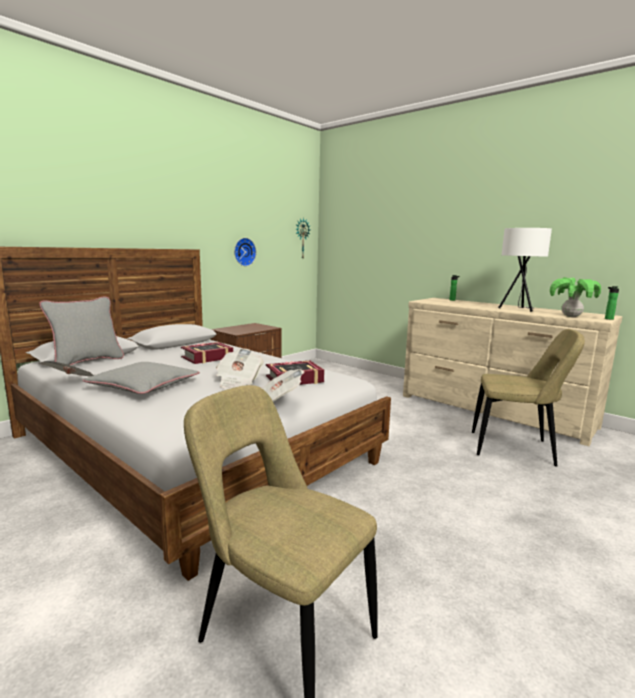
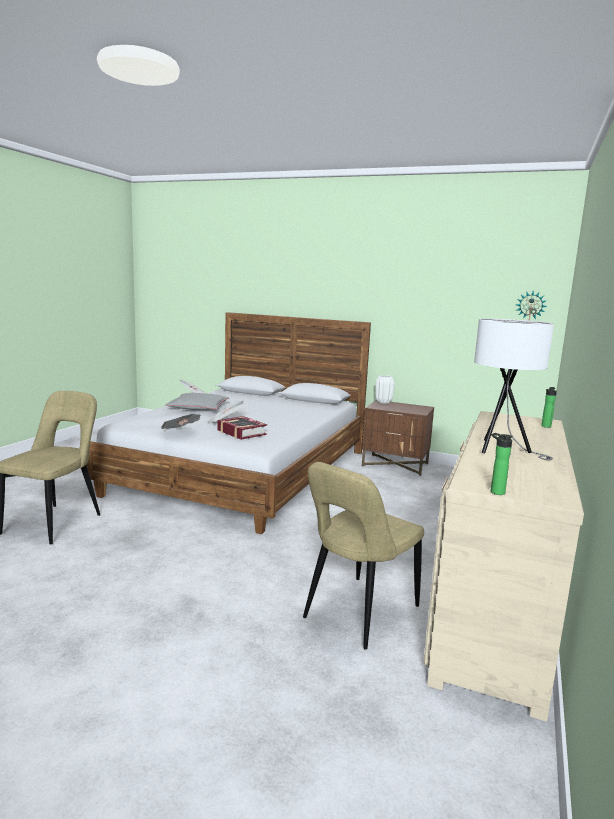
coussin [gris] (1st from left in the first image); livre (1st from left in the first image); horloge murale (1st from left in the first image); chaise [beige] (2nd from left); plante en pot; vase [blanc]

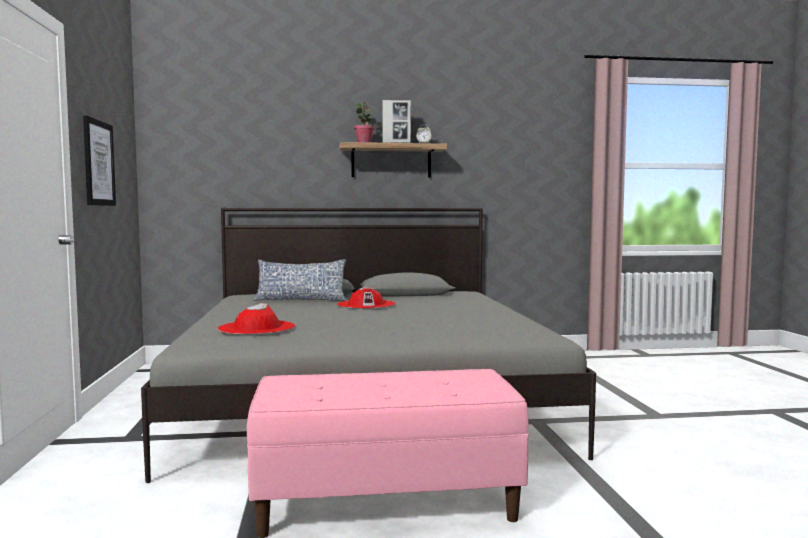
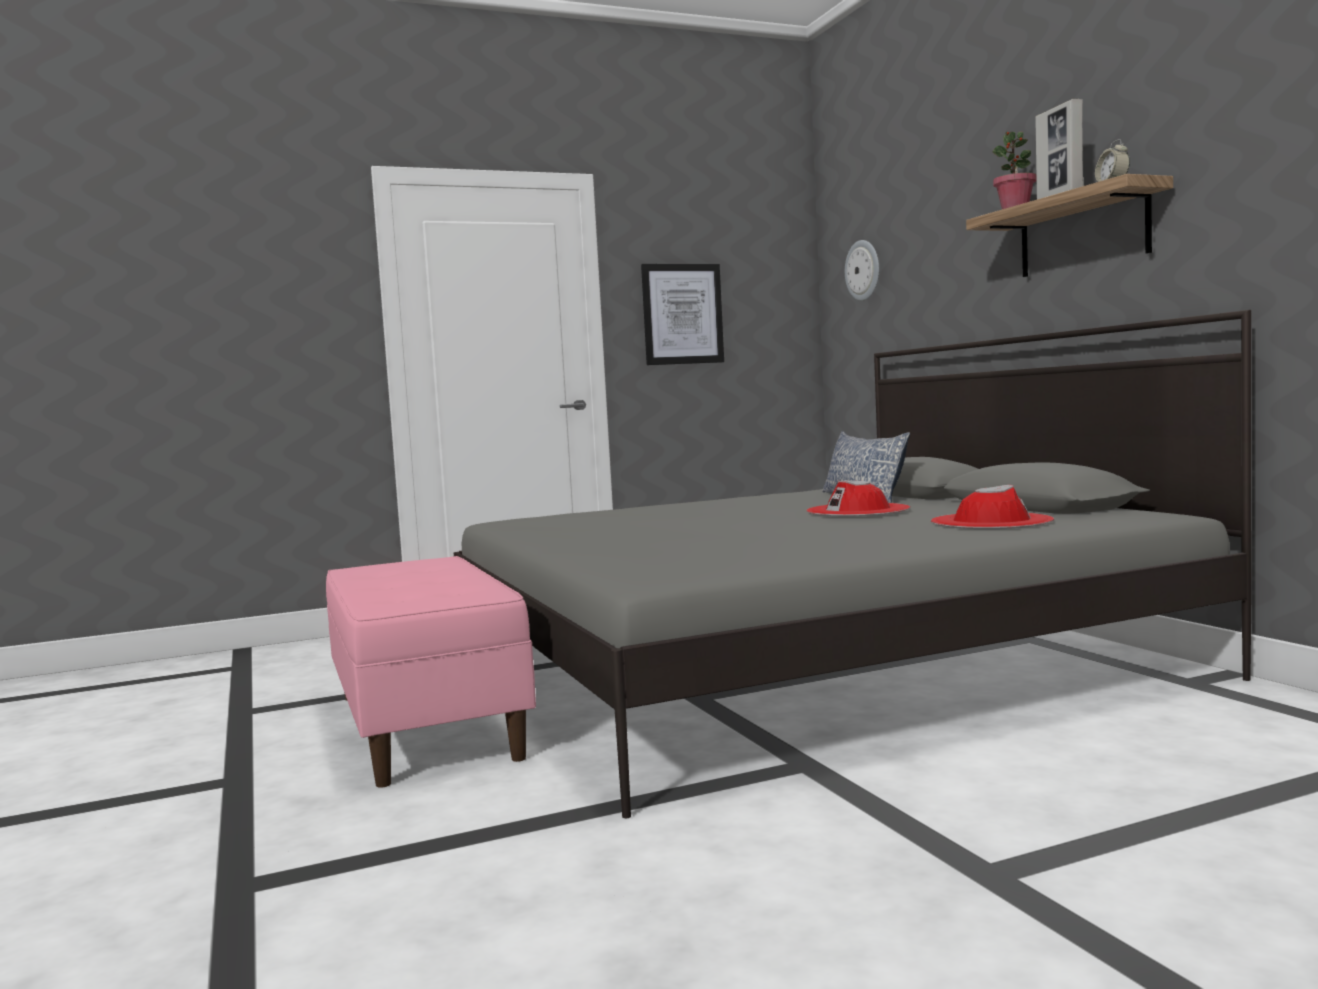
chapeau [rouge] (2nd from left); horloge murale

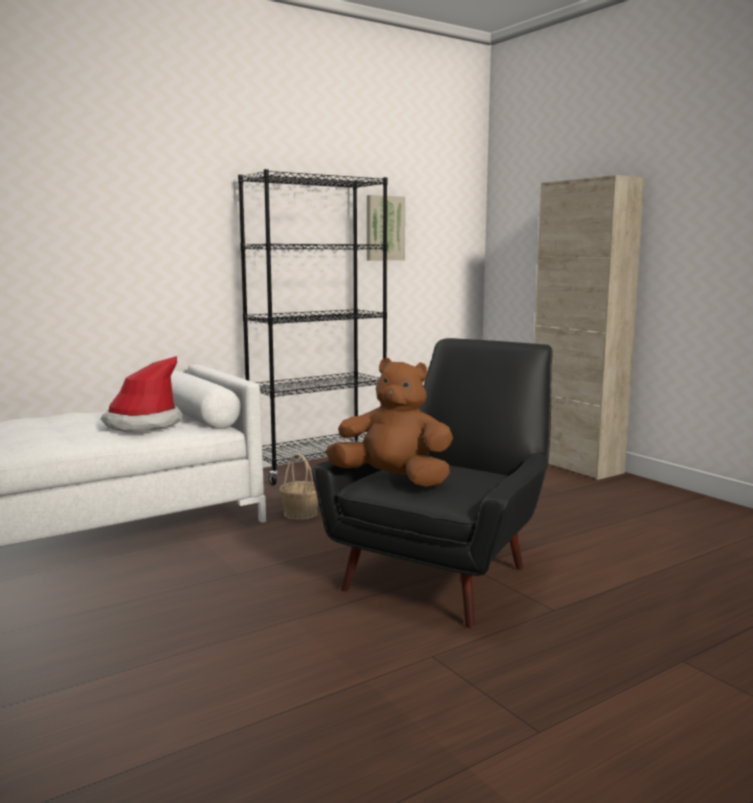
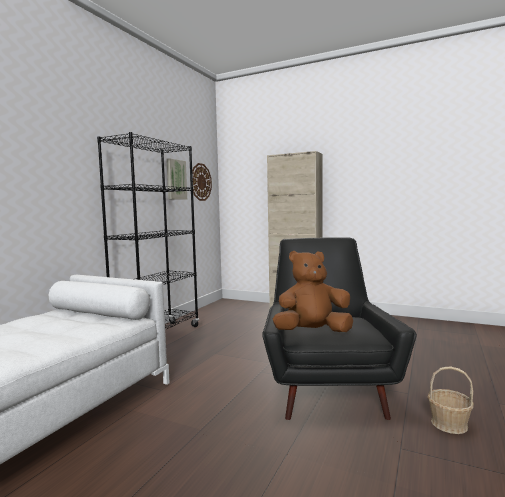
chapeau; panier; horloge murale

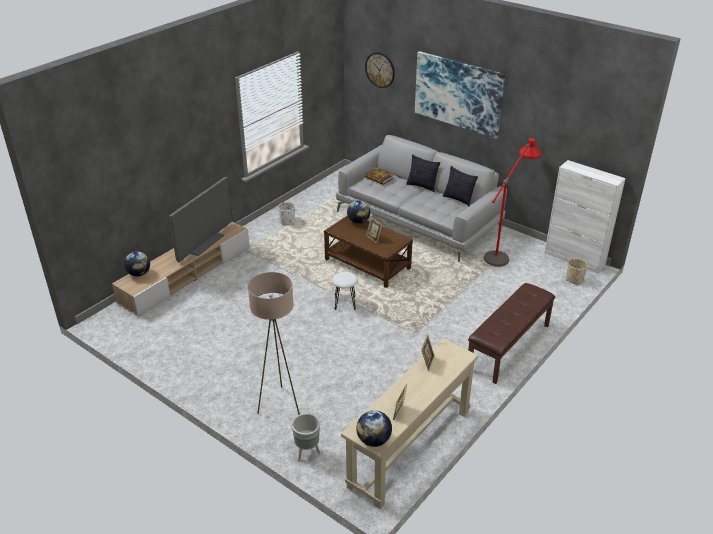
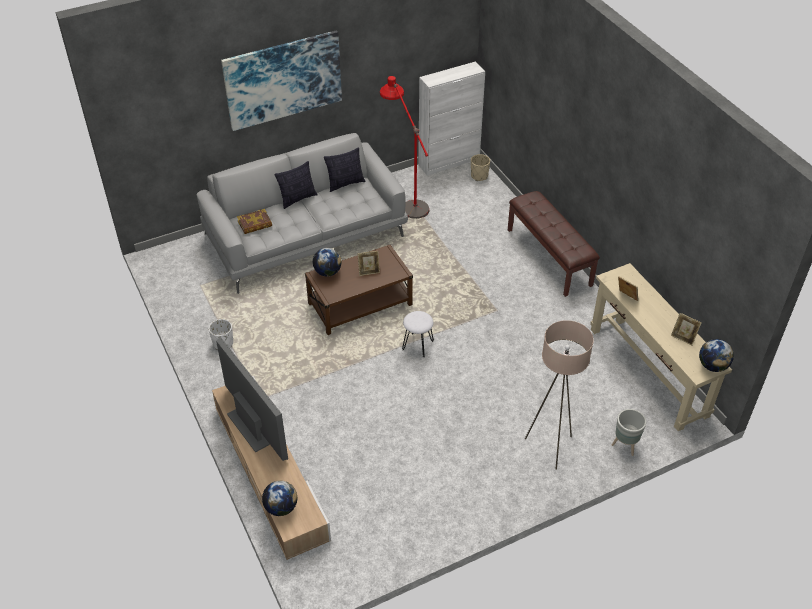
horloge murale

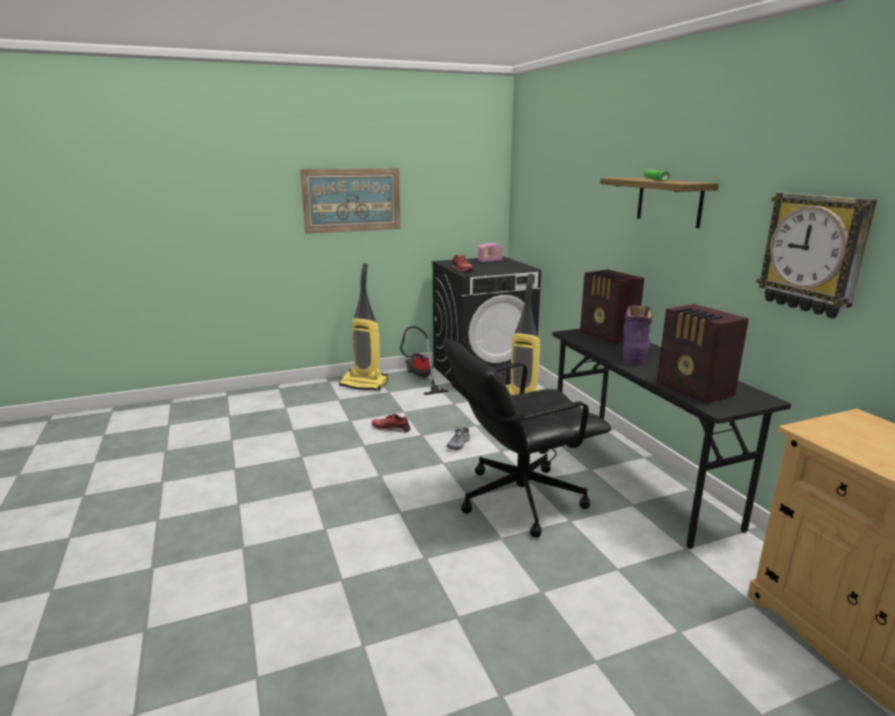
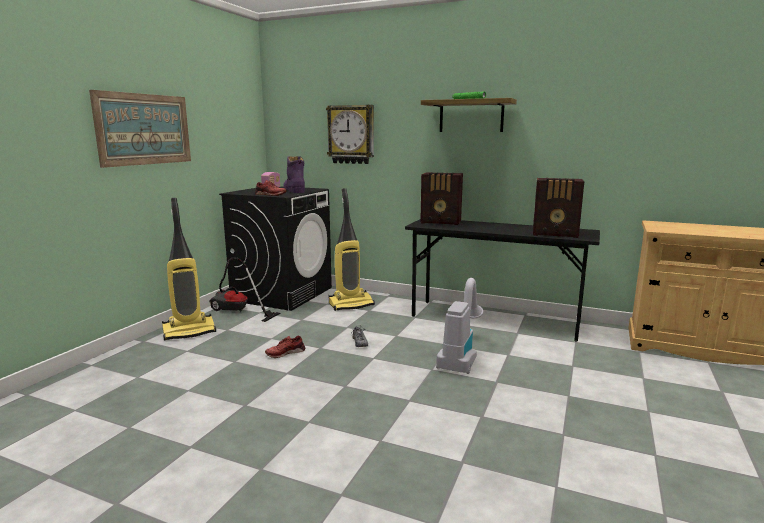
aspirateur (4th from left); botte [violet]; horloge murale

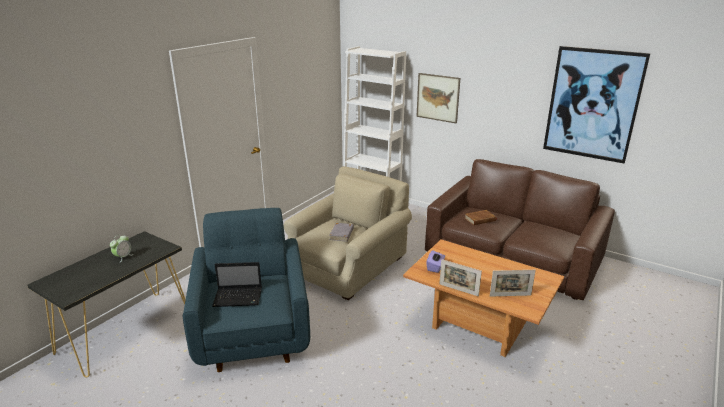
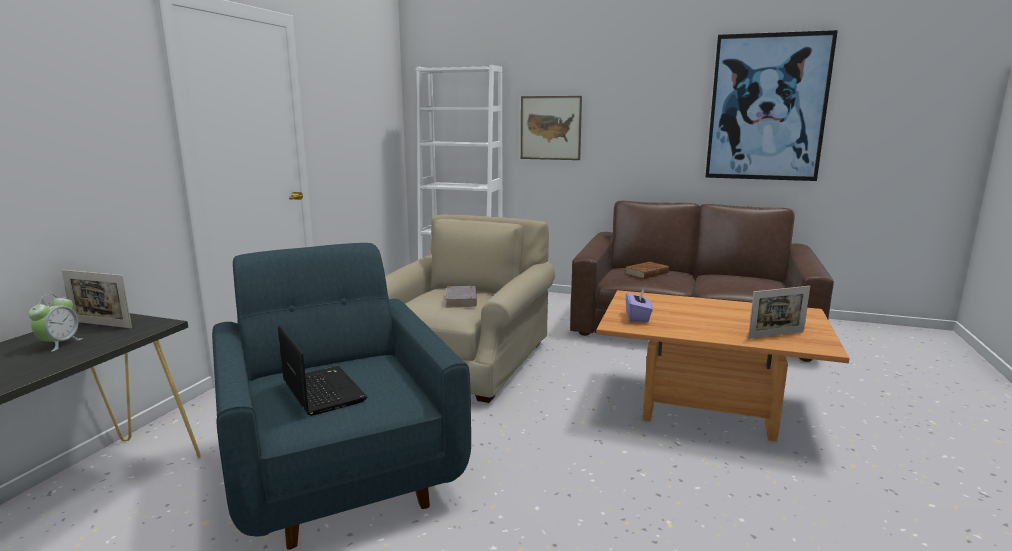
ordinateur portable; cadre photo (1st from left)

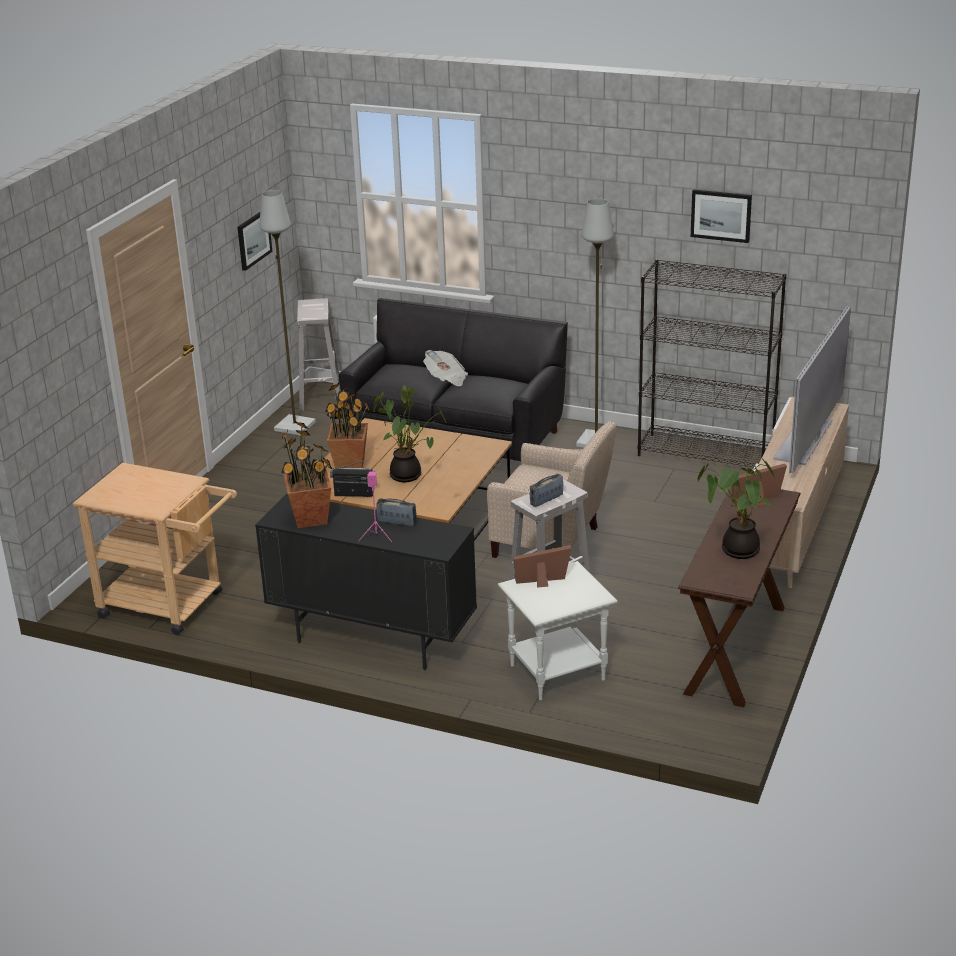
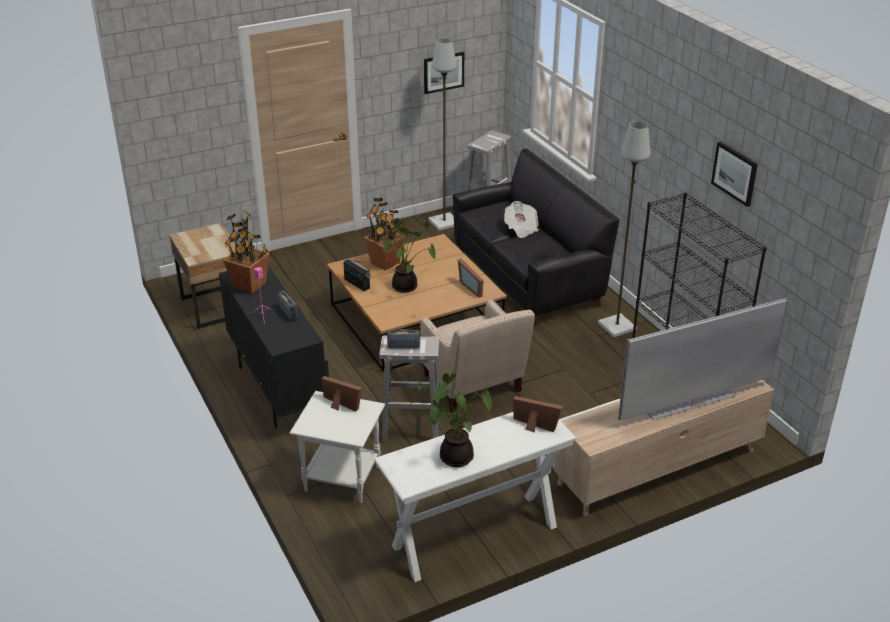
table de chevet [beige]; table console [blanc]; cadre photo (2nd from left)

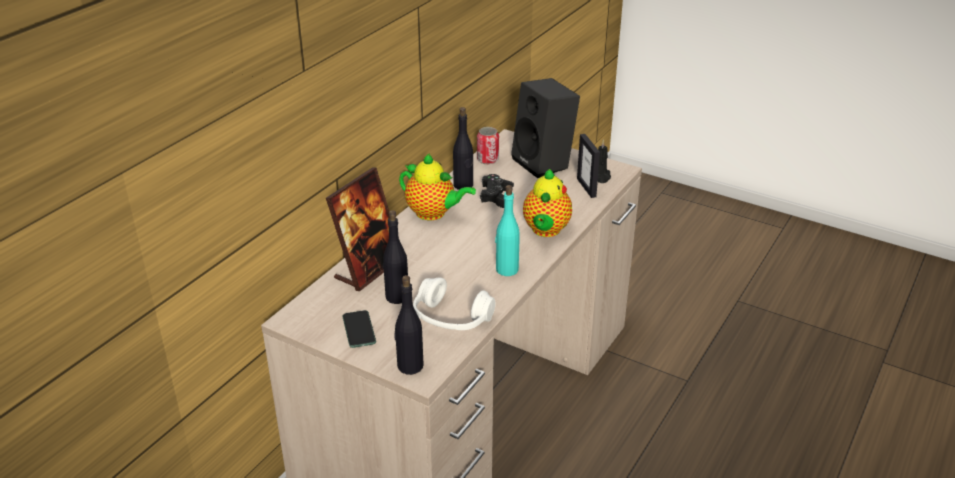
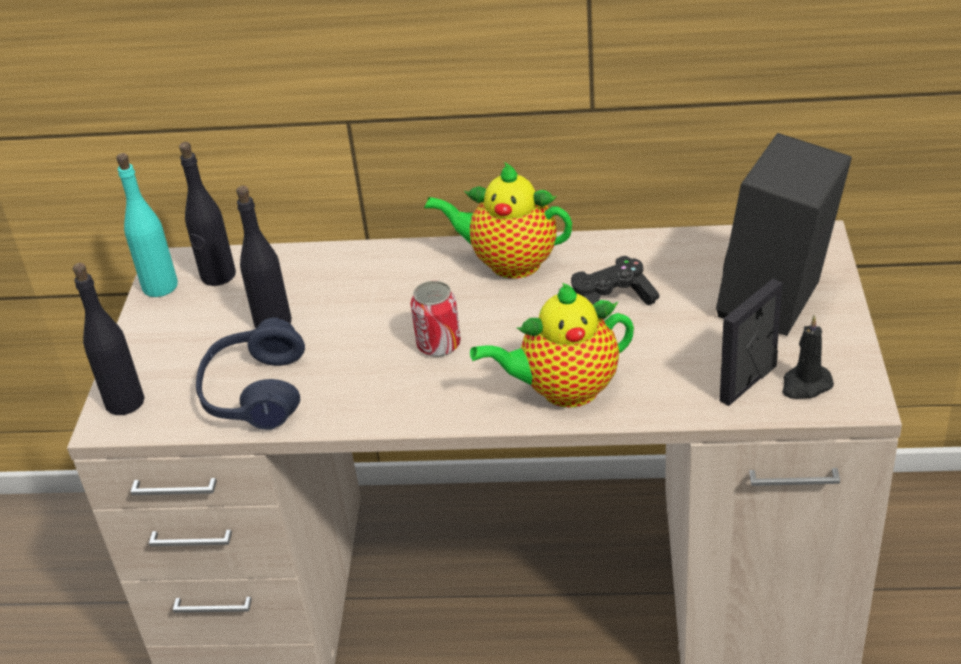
cadre photo (1st from left in the first image); téléphone; théière (1st from left); casque audio [bleu]; bouteille [noir] (2nd from left); boîte métallique; bouteille [turquoise]

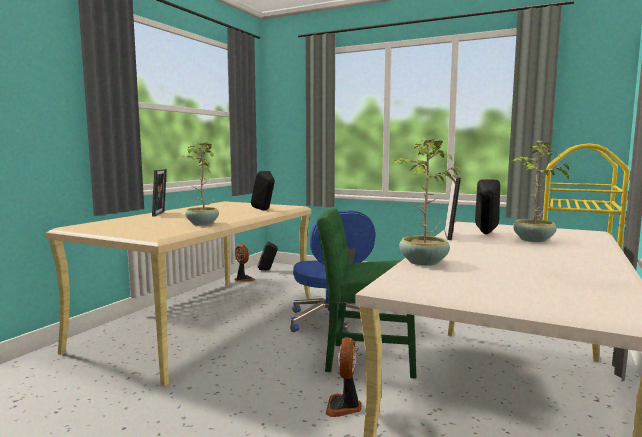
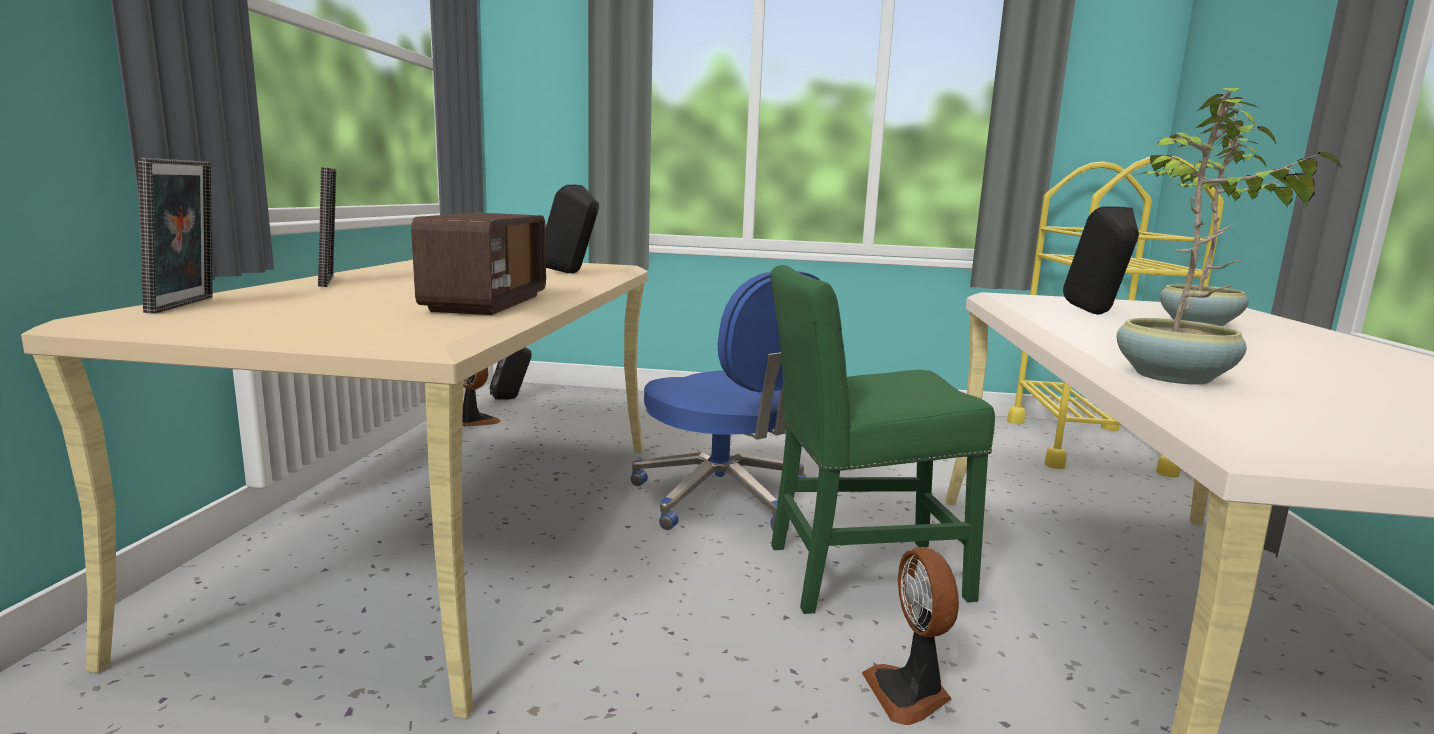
radio; cadre photo (1st from left)

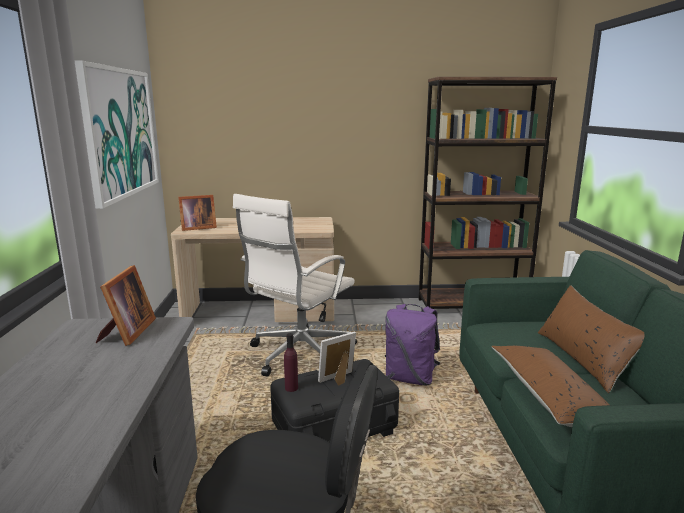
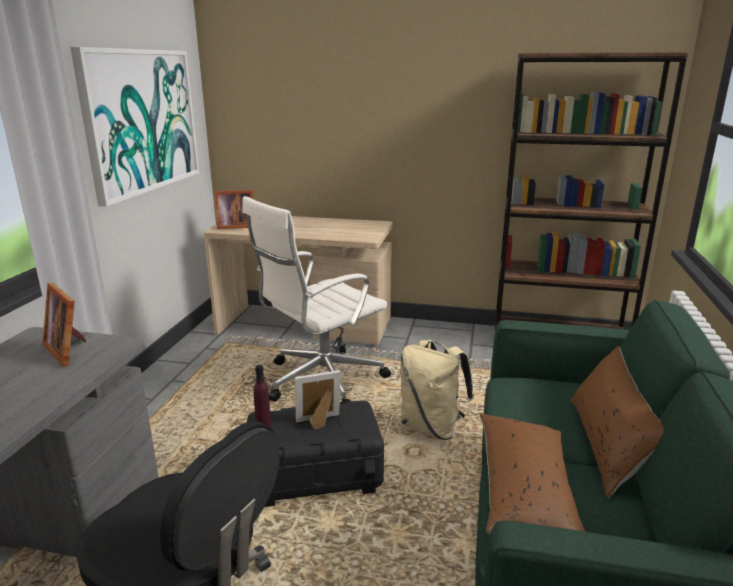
cadre photo (1st from left); sac à dos [beige]

